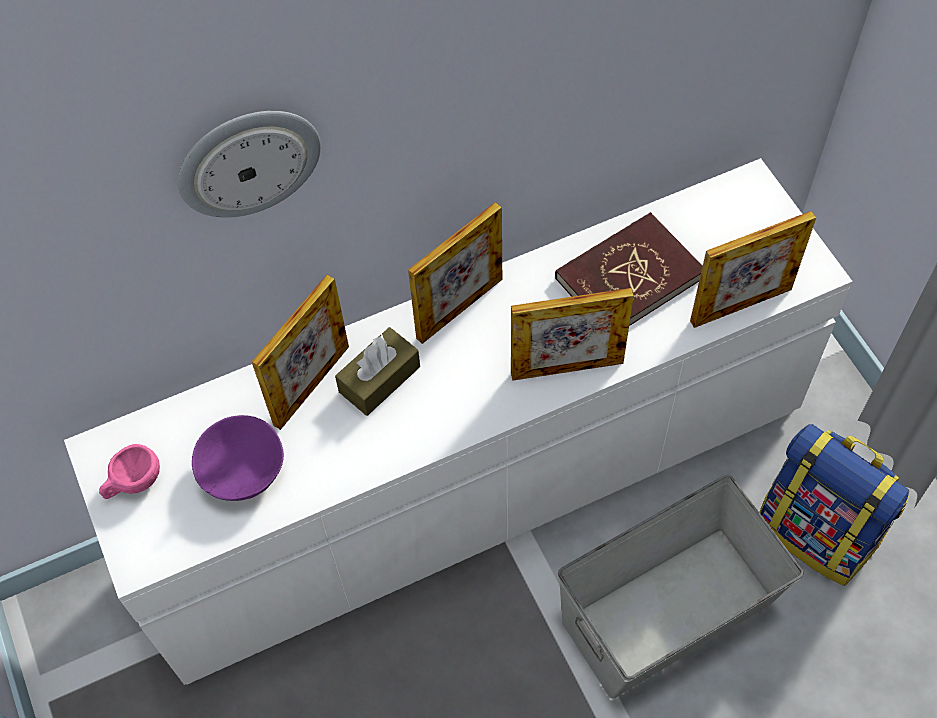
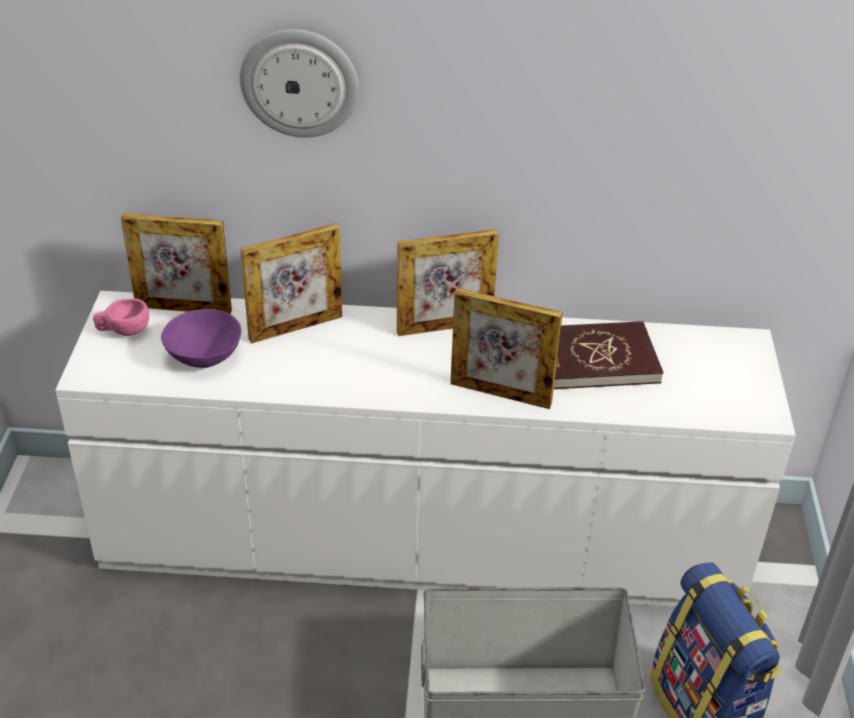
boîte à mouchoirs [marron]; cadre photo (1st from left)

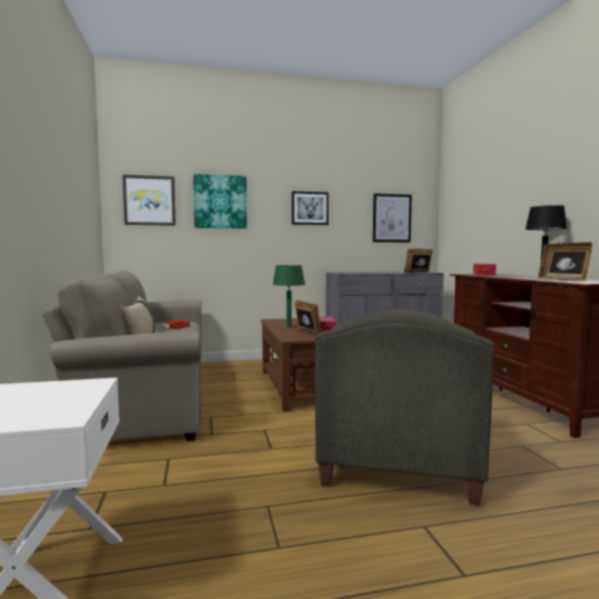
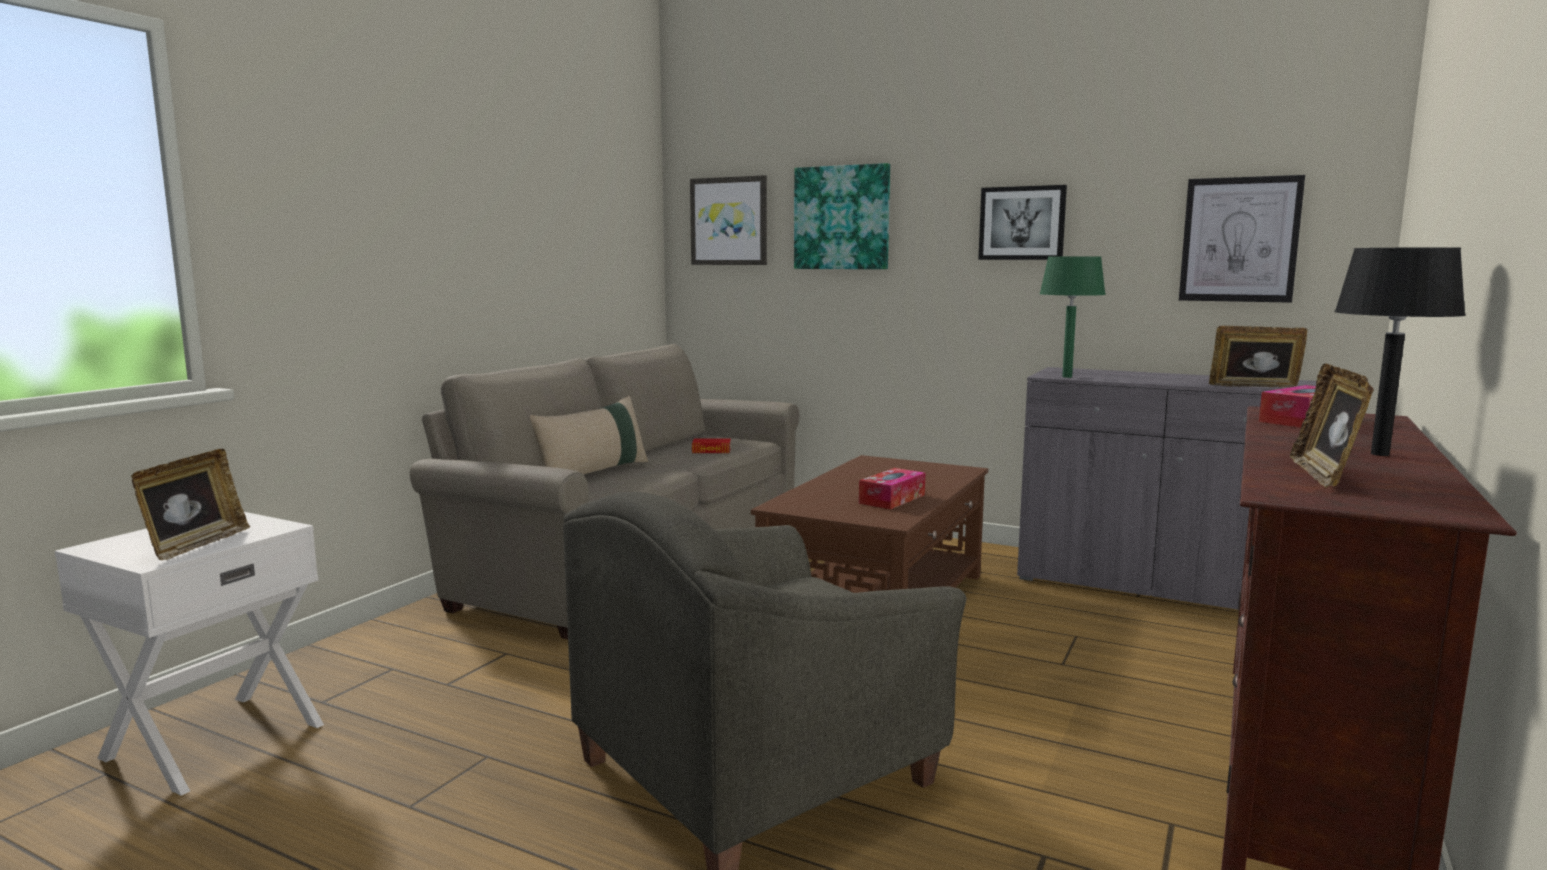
lampe de table [vert]; cadre photo (1st from left)

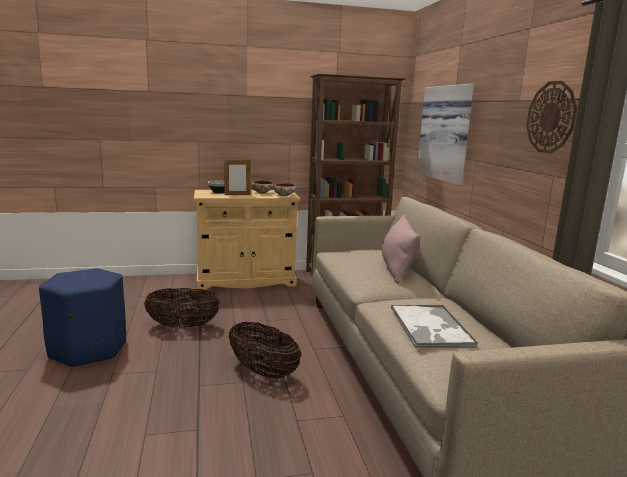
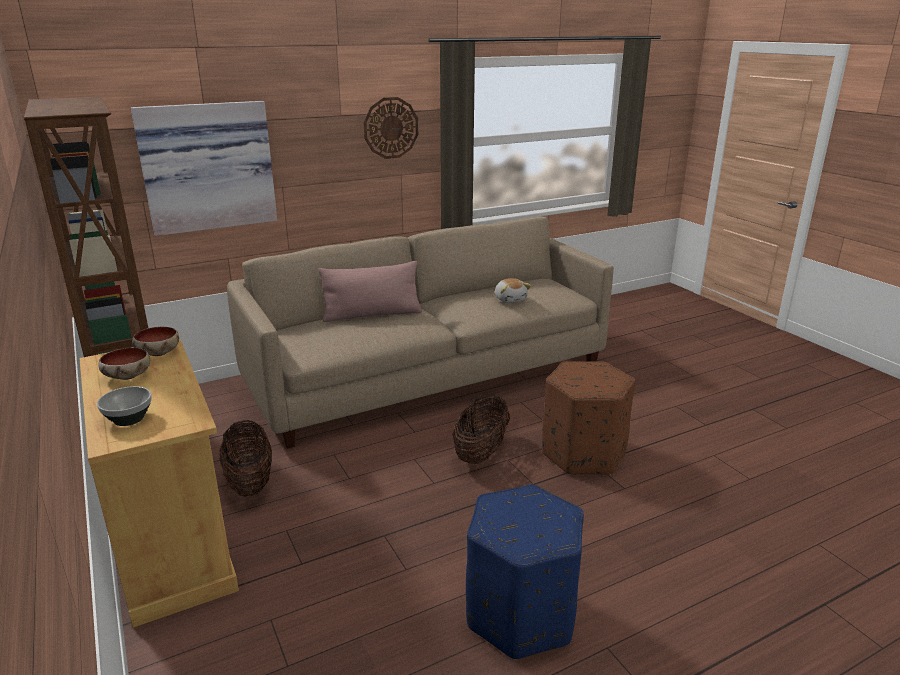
panier (1st from left); cadre photo; peluche; pouf [marron]

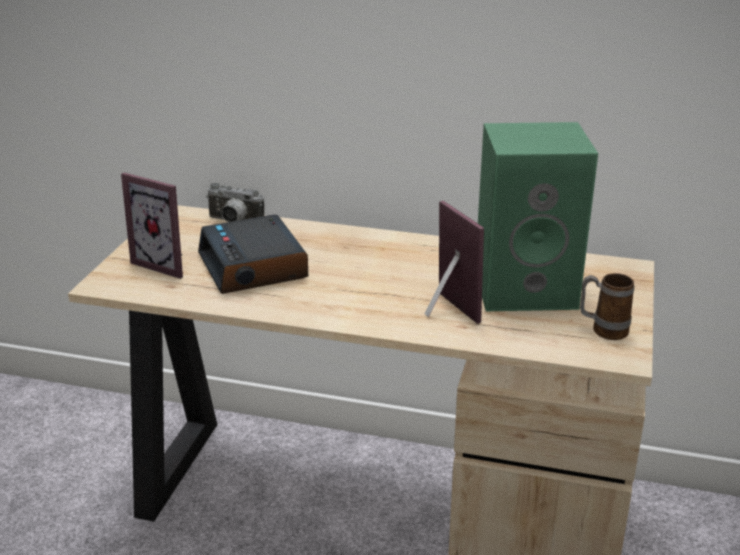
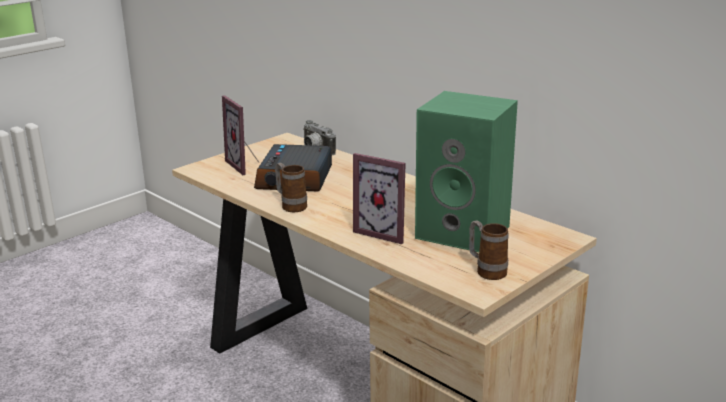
cadre photo (2nd from left); mug (1st from left)

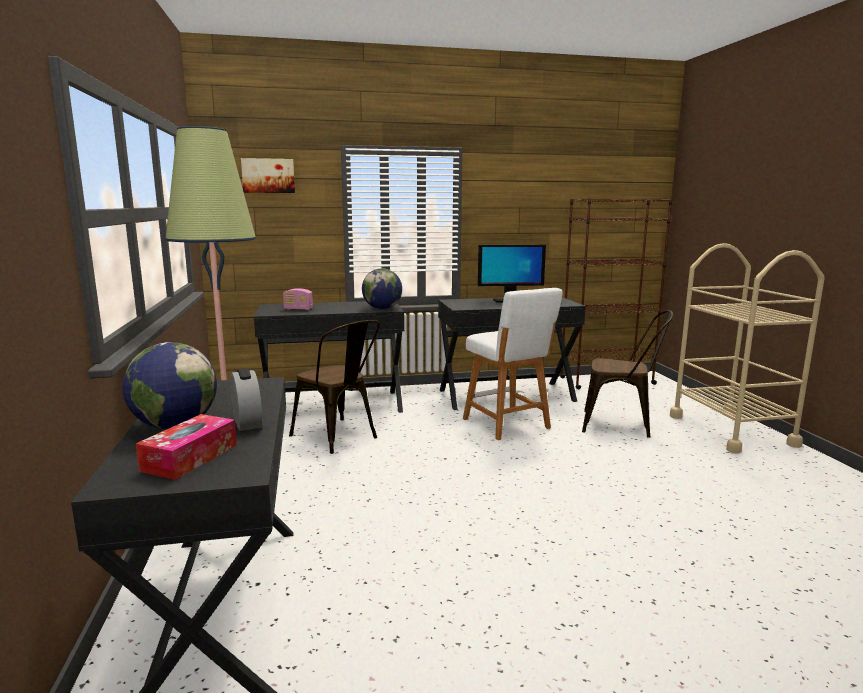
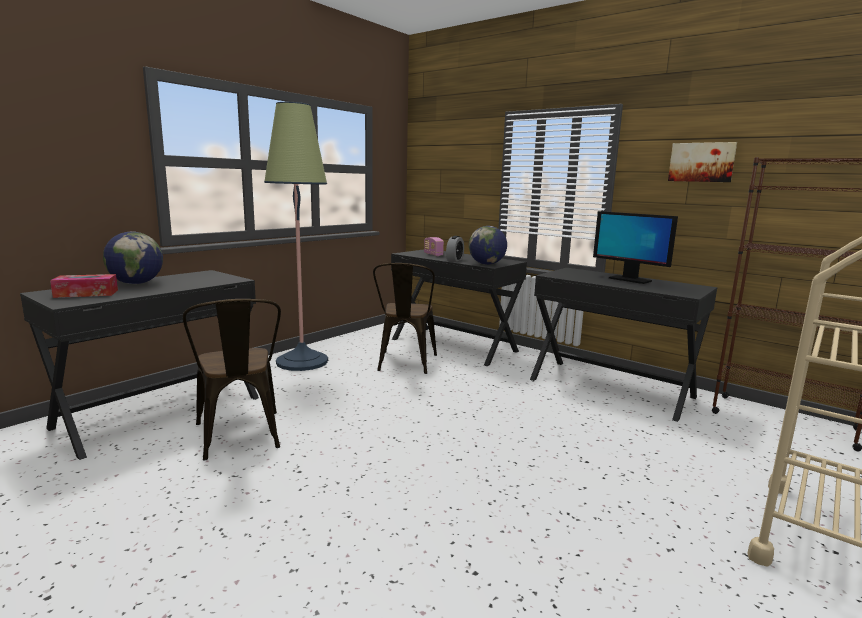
réveil; tableau; tabouret [blanc]; chaise [marron] (1st from left)

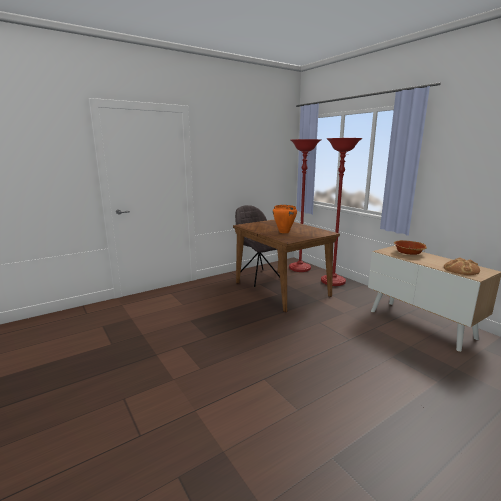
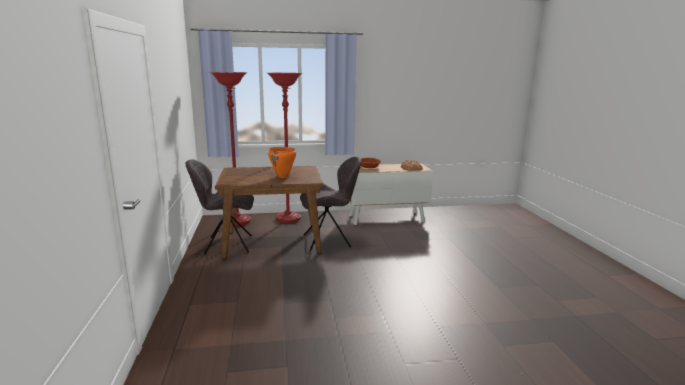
chaise [gris] (2nd from left)

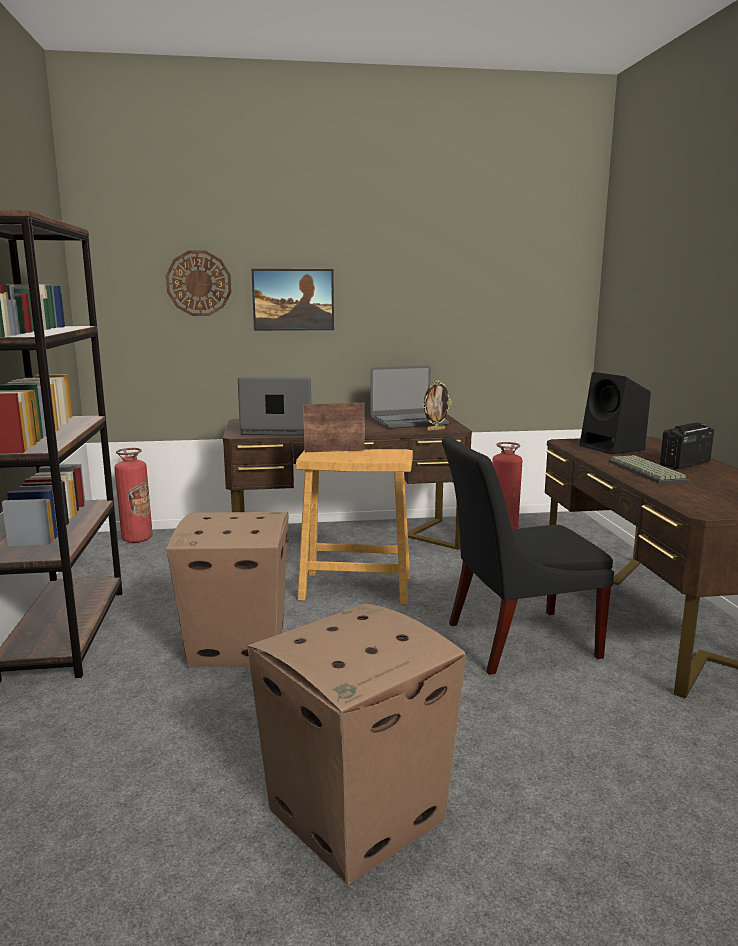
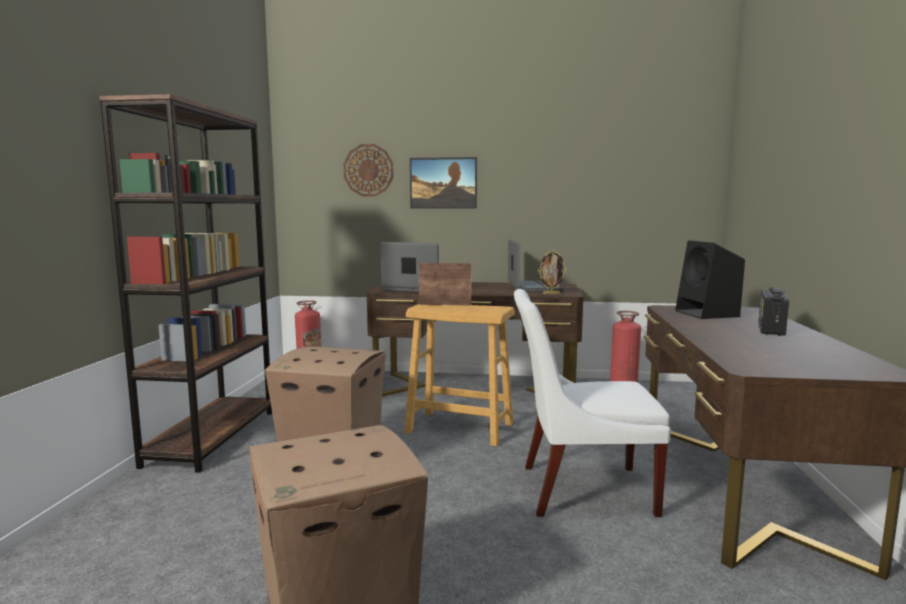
ordinateur portable (2nd from left); chaise [blanc]; clavier; radio

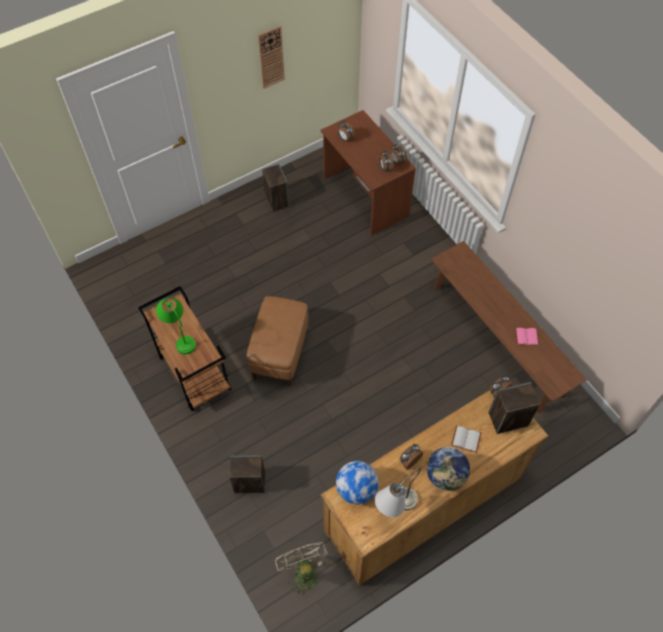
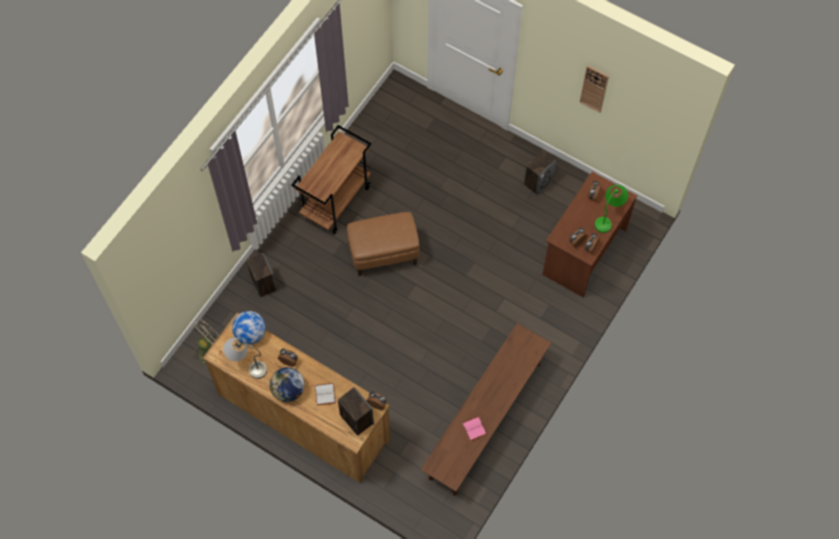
lampe de table [vert]

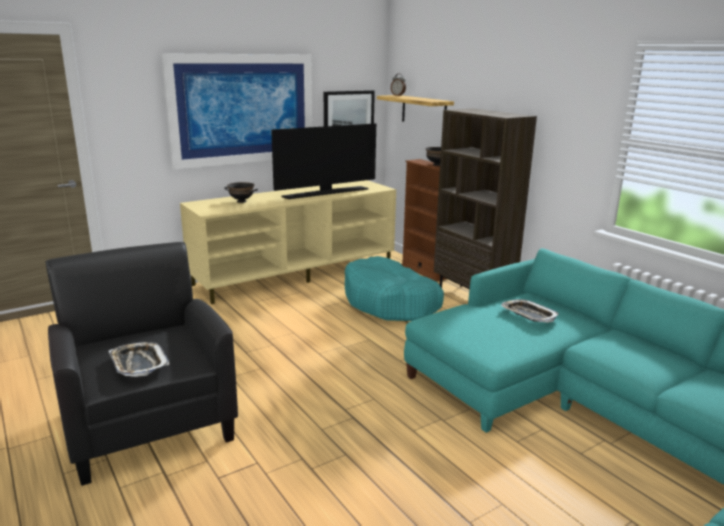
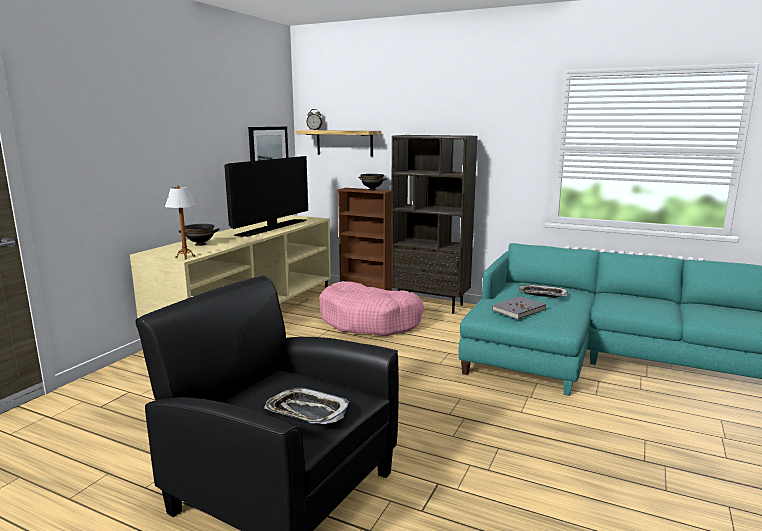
tableau (1st from left in the first image); panier pour chien [rose]; lampe de table; livre [gris]

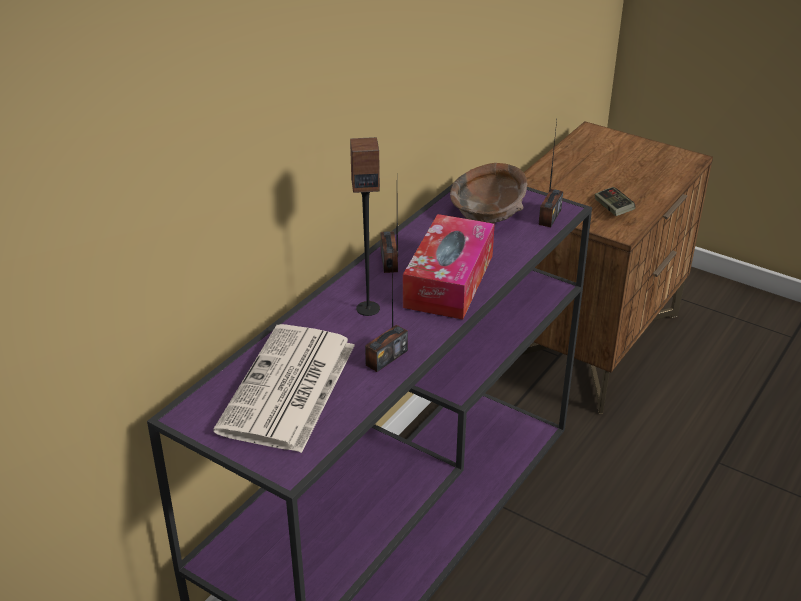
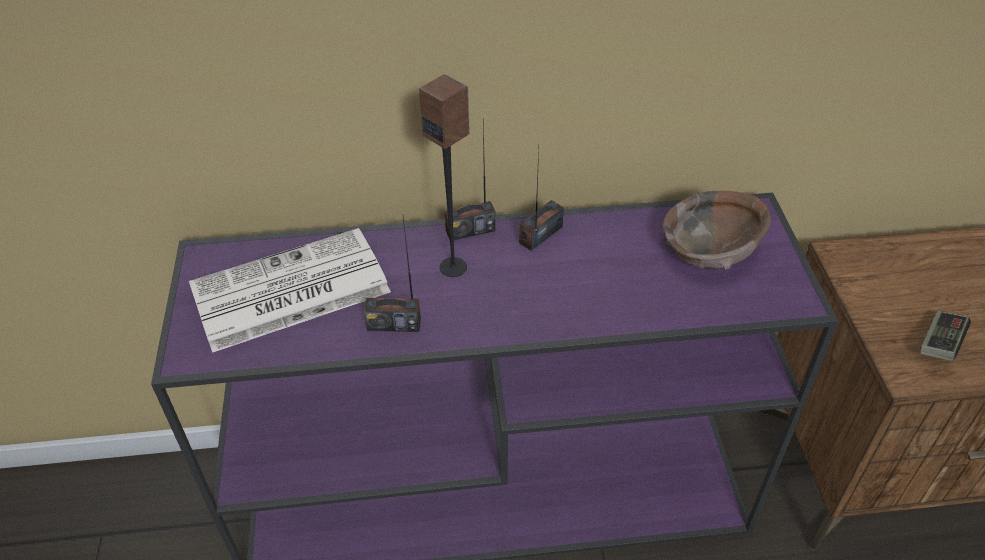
boîte à mouchoirs; radio (2nd from left)

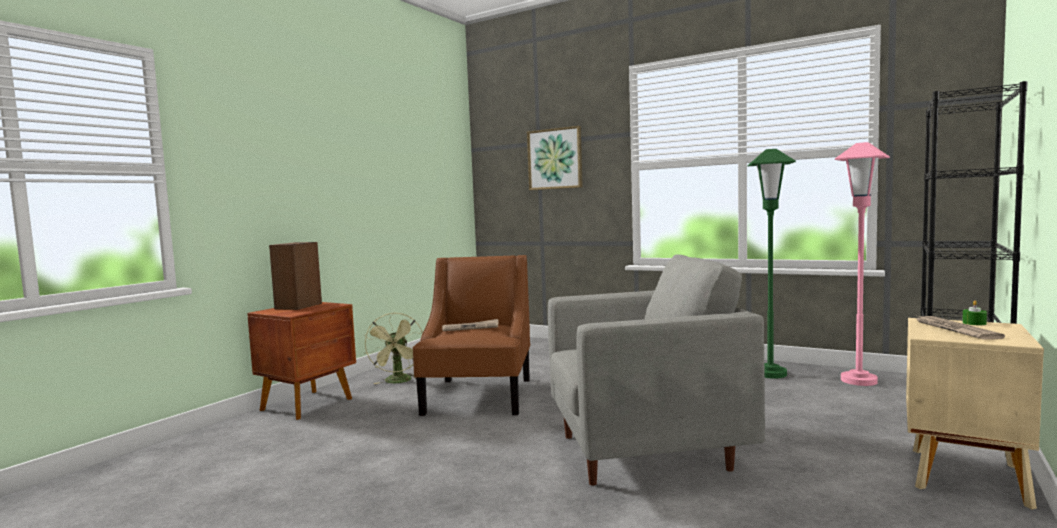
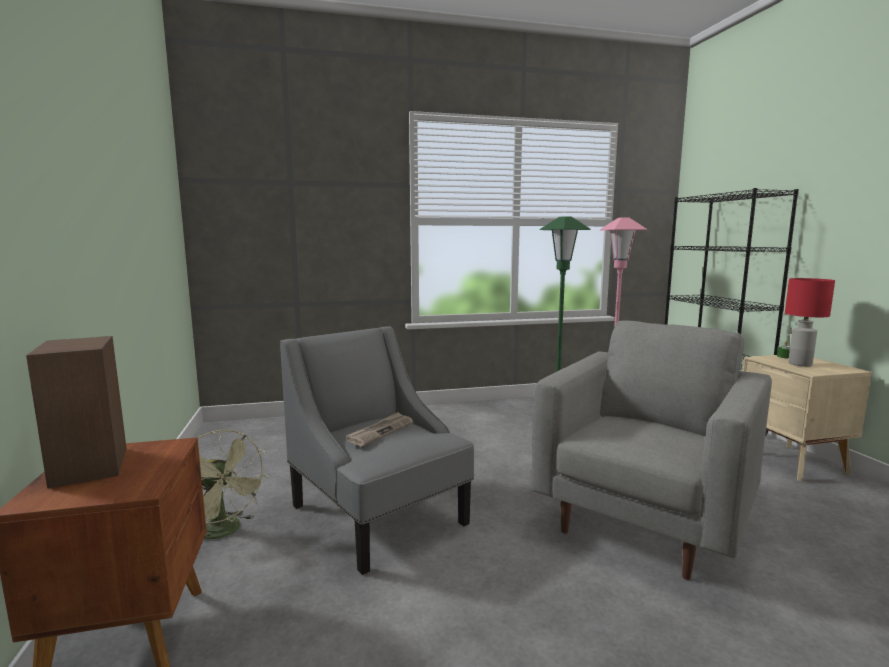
fauteuil [gris] (1st from left); tableau; lampe de table [rouge]

